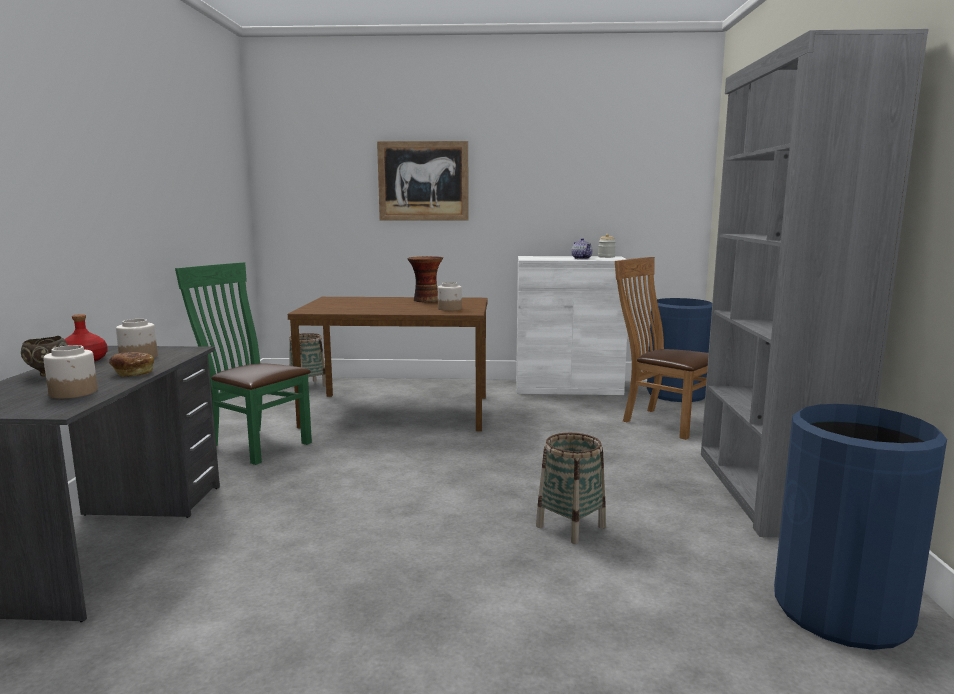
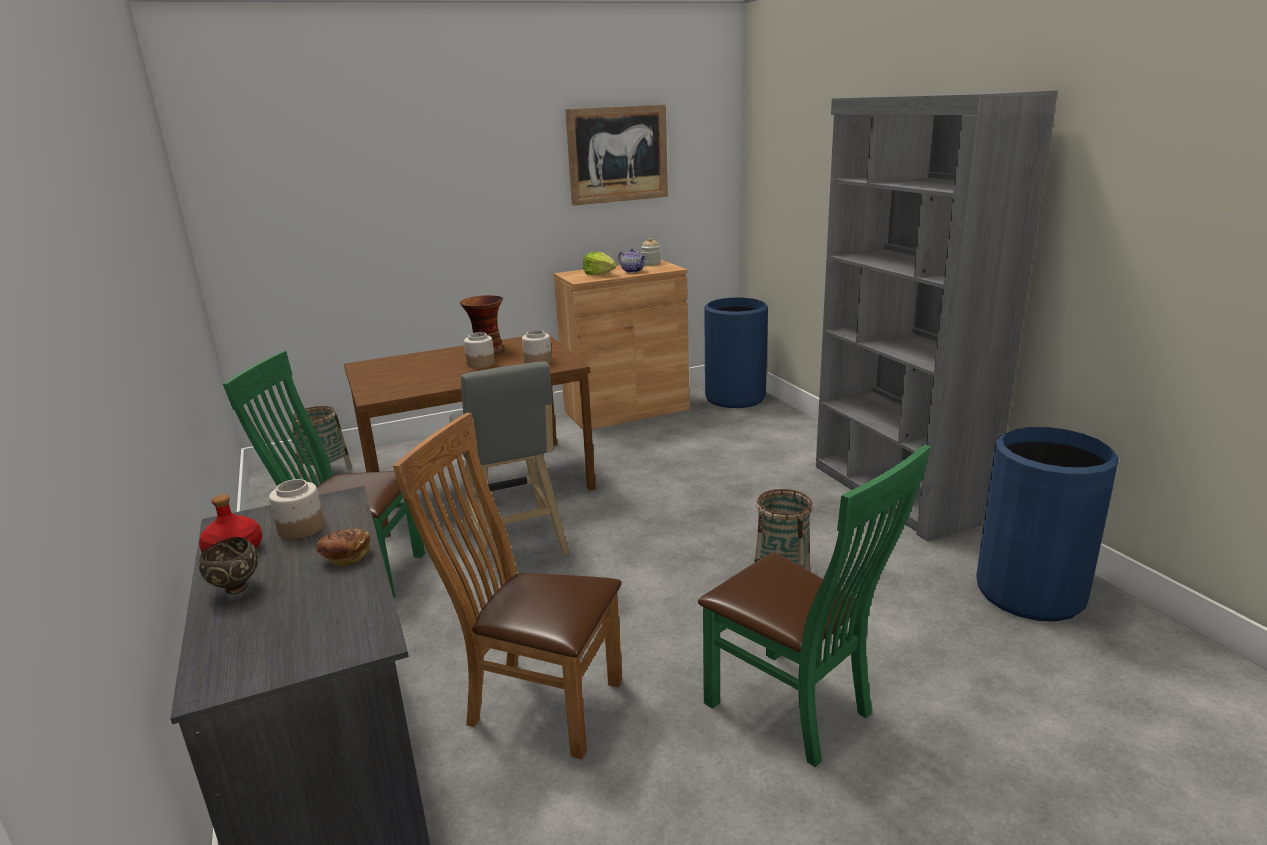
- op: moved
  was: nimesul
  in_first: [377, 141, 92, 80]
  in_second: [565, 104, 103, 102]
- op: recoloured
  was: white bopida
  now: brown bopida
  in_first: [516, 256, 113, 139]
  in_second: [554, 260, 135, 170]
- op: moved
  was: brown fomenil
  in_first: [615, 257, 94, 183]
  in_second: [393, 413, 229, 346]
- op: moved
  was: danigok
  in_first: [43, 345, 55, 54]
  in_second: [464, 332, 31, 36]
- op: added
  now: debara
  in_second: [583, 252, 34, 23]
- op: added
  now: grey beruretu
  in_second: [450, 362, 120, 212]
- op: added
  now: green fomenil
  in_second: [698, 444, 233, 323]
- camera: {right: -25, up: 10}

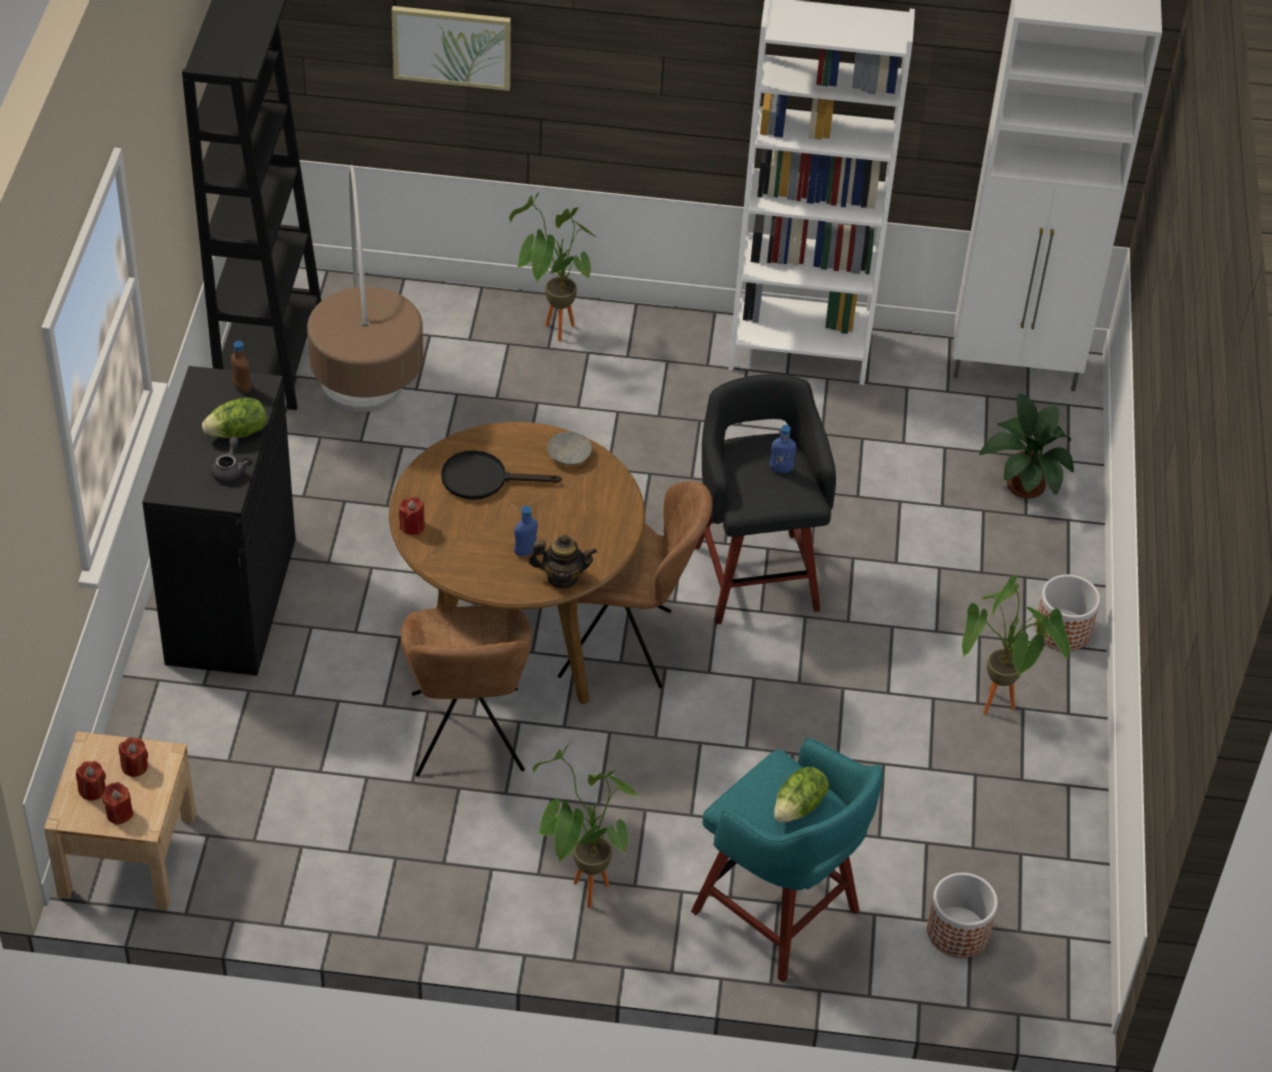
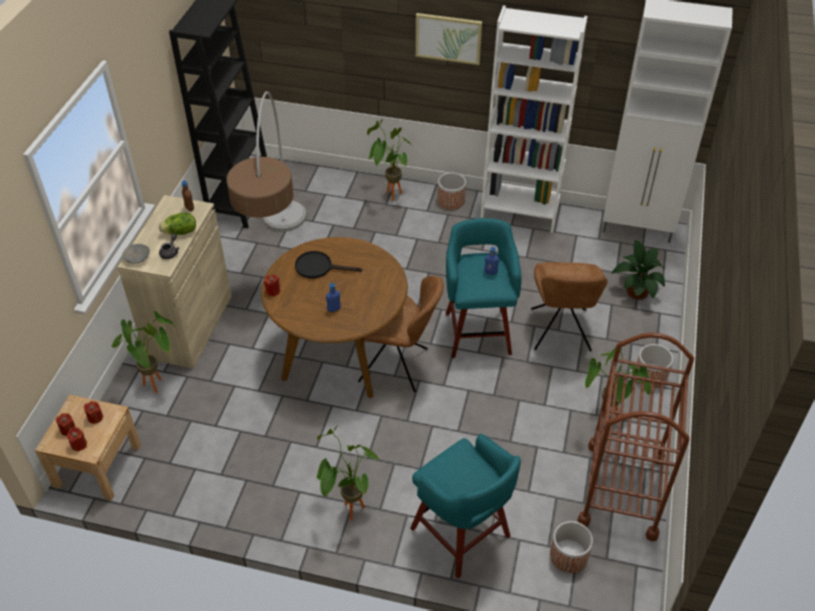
- op: moved
  was: nimesul
  in_first: [392, 6, 119, 85]
  in_second: [416, 13, 66, 52]
- op: recoloured
  was: black bopida
  now: beige bopida
  in_first: [142, 366, 154, 310]
  in_second: [118, 195, 114, 174]
- op: recoloured
  was: black beruretu
  now: turquoise beruretu
  in_first: [694, 374, 142, 250]
  in_second: [446, 218, 76, 140]
- op: moved
  was: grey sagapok
  in_first: [547, 432, 45, 33]
  in_second: [123, 244, 27, 20]
- op: removed
  was: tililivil
  in_first: [528, 534, 69, 54]
- op: moved
  was: brown fomenil
  in_first: [401, 606, 131, 171]
  in_second: [531, 262, 77, 90]
- op: removed
  was: debara
  in_first: [774, 767, 55, 56]
- op: added
  now: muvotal
  in_second: [438, 173, 28, 37]
- op: added
  now: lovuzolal
  in_second: [111, 311, 63, 82]
- op: added
  now: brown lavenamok
  in_second: [578, 333, 116, 208]
- camera: {right: 10, up: 0}

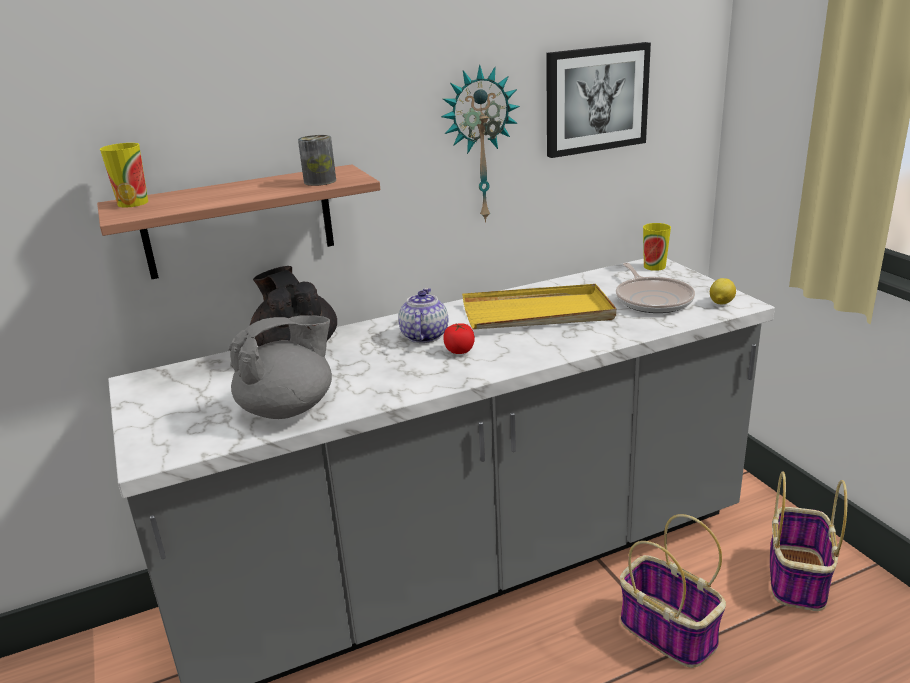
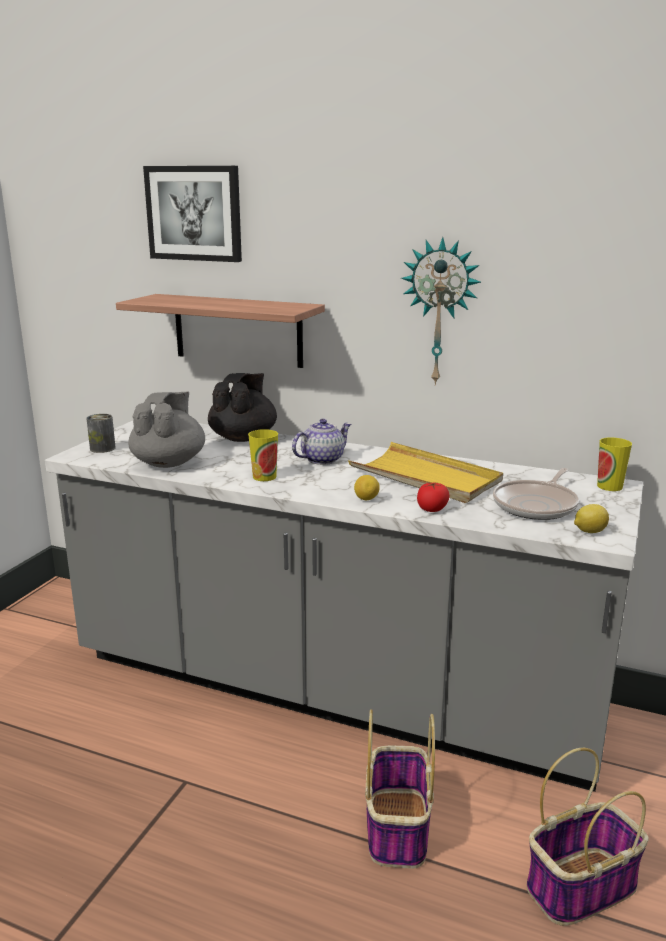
- op: moved
  was: nimesul
  in_first: [546, 42, 105, 116]
  in_second: [143, 166, 99, 96]
- op: moved
  was: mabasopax
  in_first: [298, 135, 38, 51]
  in_second: [86, 414, 30, 39]
- op: moved
  was: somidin
  in_first: [100, 143, 48, 65]
  in_second: [248, 429, 30, 52]
- op: turned
  was: grey tililivil
  in_first: [229, 315, 103, 104]
  in_second: [129, 391, 76, 77]
  clockwise: -90
- op: moved
  was: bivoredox
  in_first: [443, 323, 32, 31]
  in_second: [417, 483, 33, 29]
- op: added
  now: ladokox
  in_second: [354, 475, 26, 25]
- camera: {right: 45, up: -5}

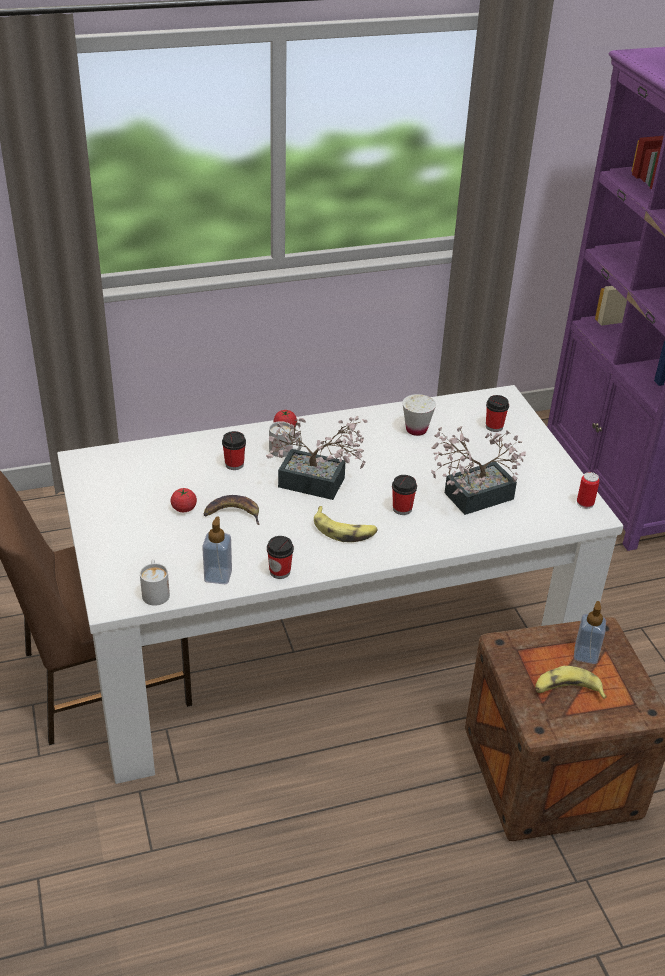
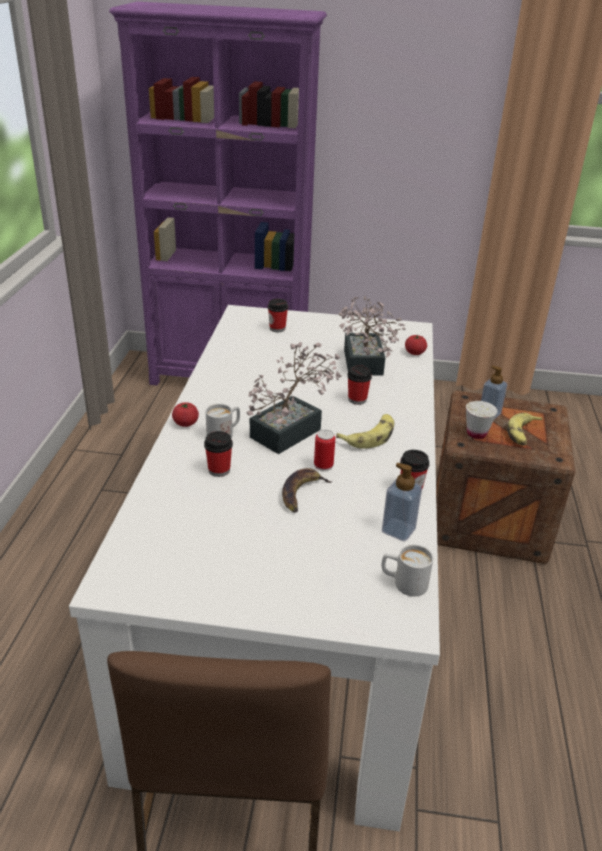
- op: moved
  was: white somidin
  in_first: [402, 394, 34, 42]
  in_second: [466, 401, 32, 38]
- op: moved
  was: mabasopax
  in_first: [577, 472, 23, 37]
  in_second: [314, 430, 21, 42]
- op: moved
  was: bivoredox
  in_first: [171, 488, 26, 24]
  in_second: [405, 335, 22, 20]
- camera: {right: -65, up: -5}

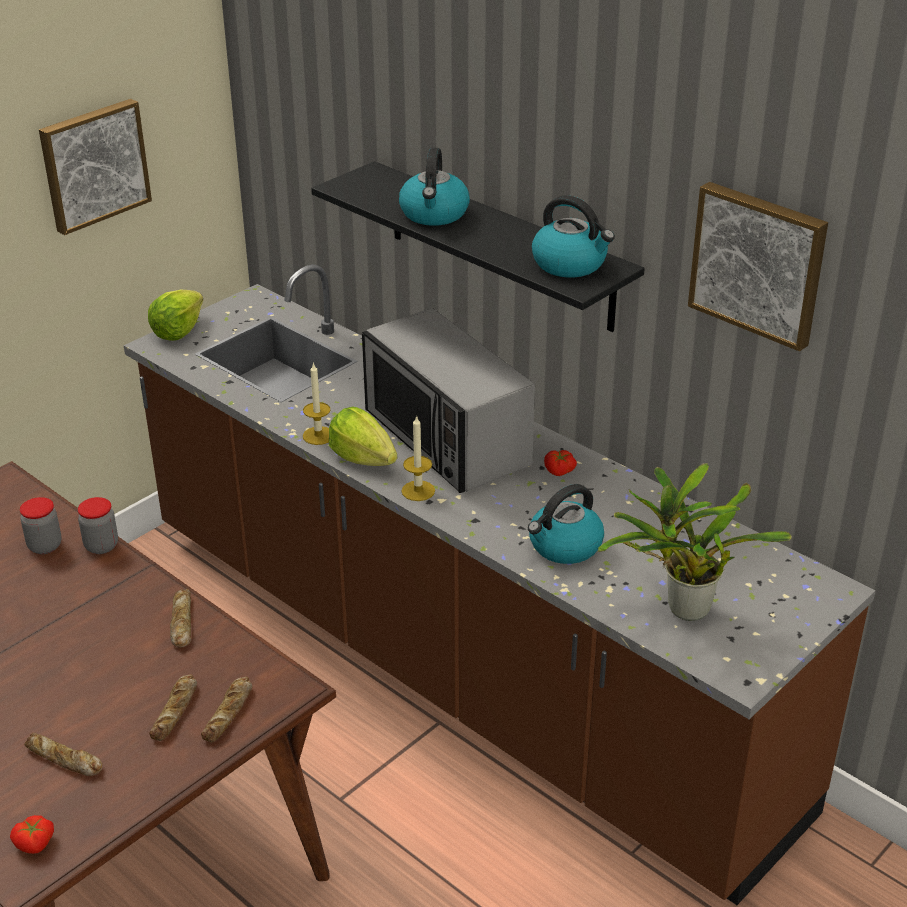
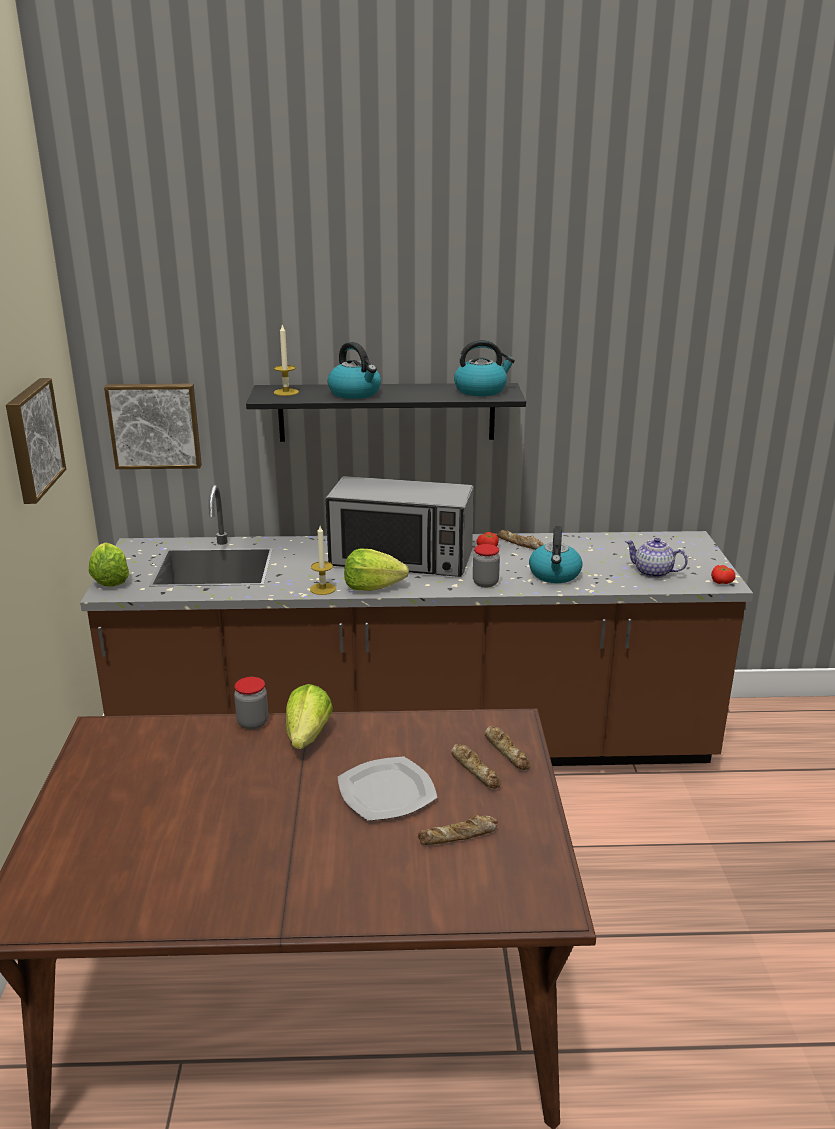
- op: moved
  was: nimesul
  in_first: [688, 182, 140, 169]
  in_second: [104, 384, 98, 85]
- op: moved
  was: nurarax
  in_first: [401, 415, 34, 86]
  in_second: [274, 325, 25, 71]
- op: replaced
  was: lovuzolal
  now: tililivil
  in_first: [598, 463, 194, 158]
  in_second: [625, 538, 63, 40]
- op: moved
  was: danigok
  in_first: [20, 497, 42, 57]
  in_second: [473, 544, 27, 43]
- op: moved
  was: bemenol
  in_first: [170, 589, 21, 58]
  in_second: [497, 530, 47, 20]
- op: moved
  was: bivoredox
  in_first: [10, 815, 44, 39]
  in_second: [711, 565, 24, 19]
- op: added
  now: debara
  in_second: [286, 684, 47, 65]
- op: added
  now: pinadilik
  in_second: [338, 756, 100, 65]
- camera: {right: -45, up: -10}

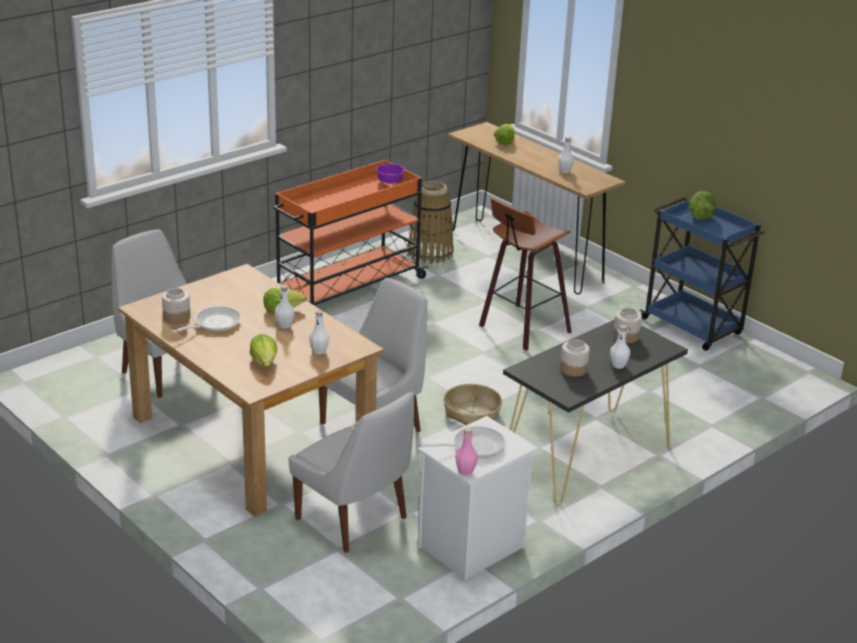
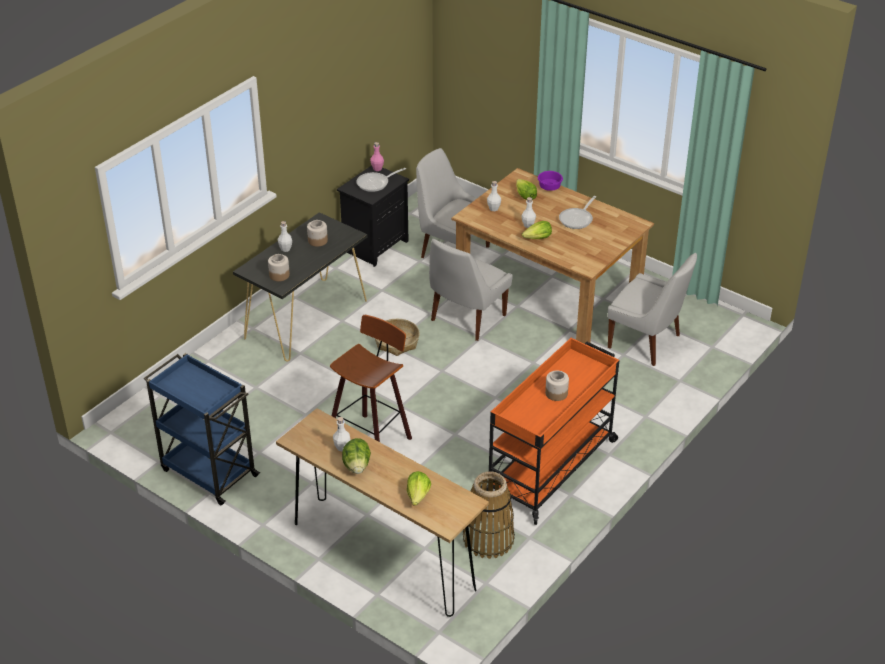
- op: moved
  was: purple sagapok
  in_first: [376, 164, 29, 20]
  in_second: [538, 171, 25, 20]
- op: moved
  was: debara
  in_first: [689, 191, 27, 29]
  in_second: [342, 438, 29, 36]
- op: moved
  was: danigok
  in_first: [162, 288, 28, 36]
  in_second: [545, 371, 24, 30]
- op: recoloured
  was: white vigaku
  now: black vigaku
  in_first: [417, 416, 121, 164]
  in_second: [337, 165, 72, 102]
- camera: {right: 170, up: 10}

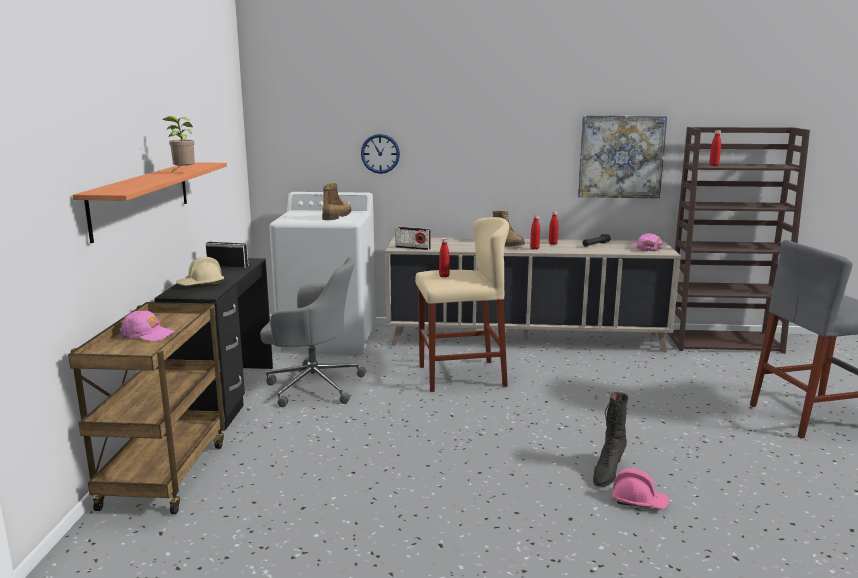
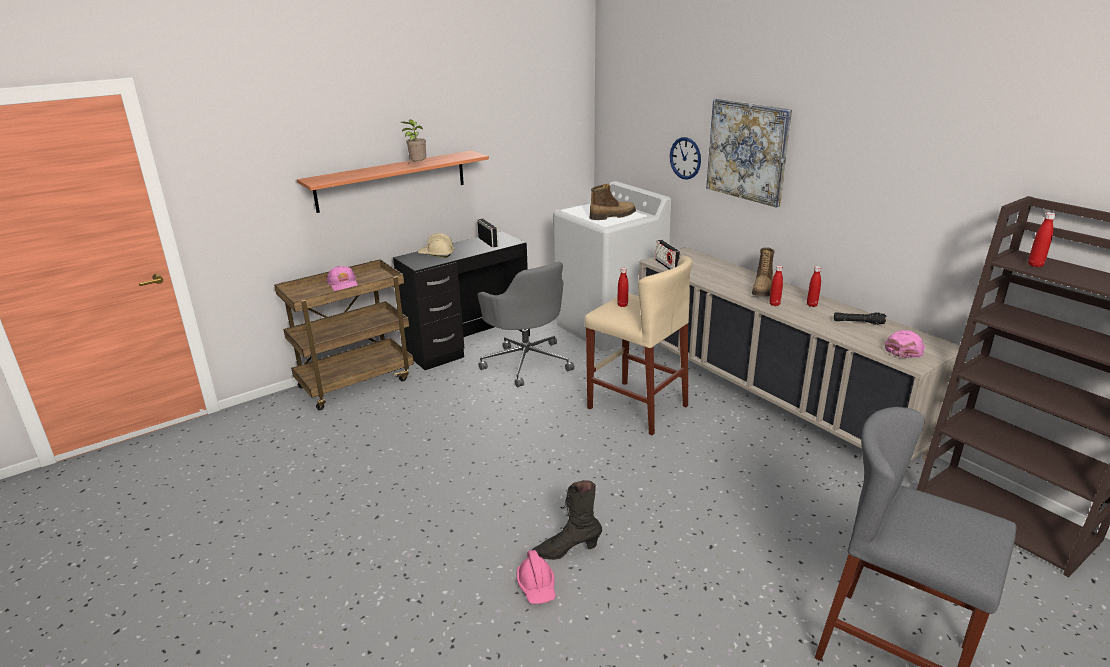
- op: moved
  was: nimesul
  in_first: [578, 115, 89, 83]
  in_second: [706, 98, 86, 110]
- camera: {right: 50, up: 10}

